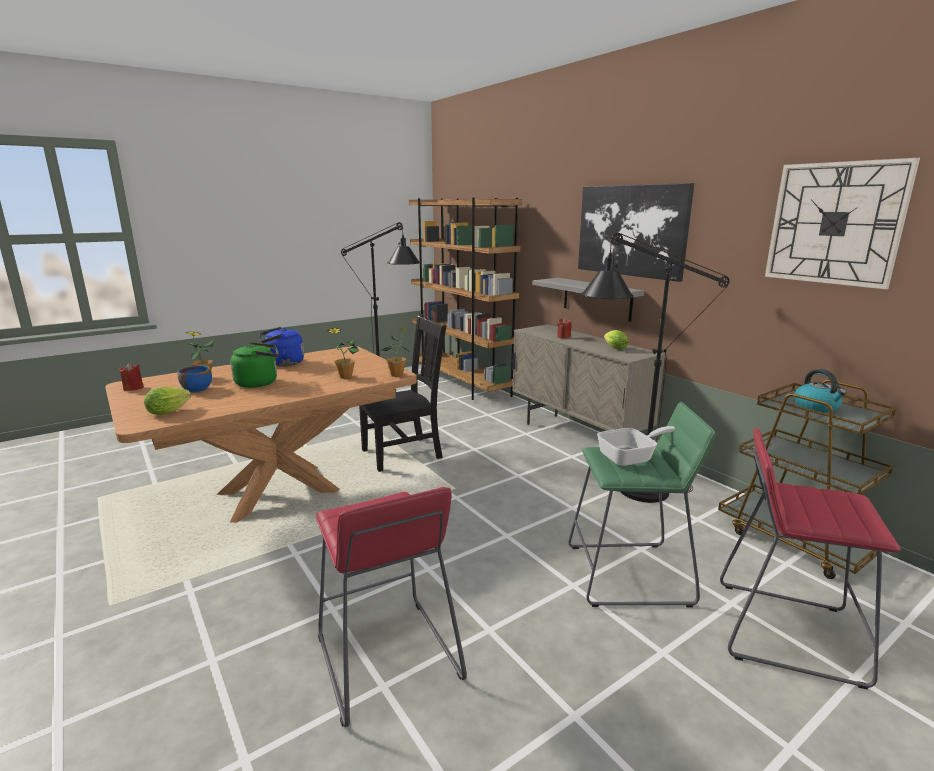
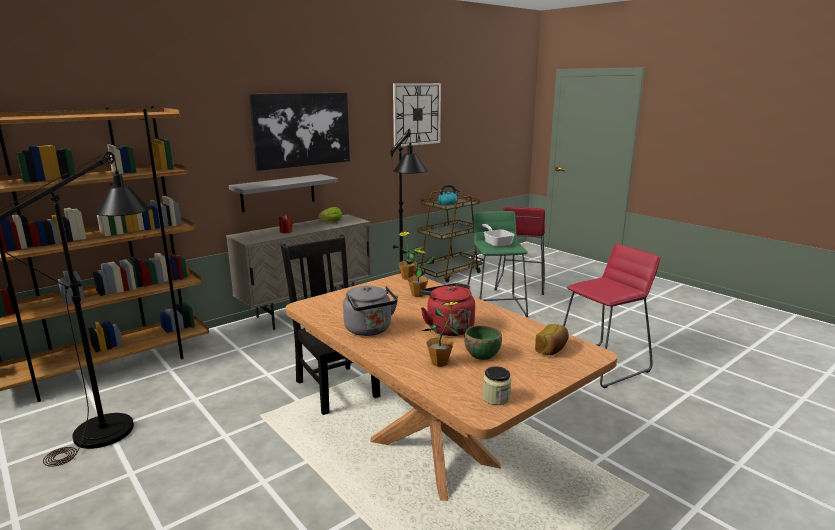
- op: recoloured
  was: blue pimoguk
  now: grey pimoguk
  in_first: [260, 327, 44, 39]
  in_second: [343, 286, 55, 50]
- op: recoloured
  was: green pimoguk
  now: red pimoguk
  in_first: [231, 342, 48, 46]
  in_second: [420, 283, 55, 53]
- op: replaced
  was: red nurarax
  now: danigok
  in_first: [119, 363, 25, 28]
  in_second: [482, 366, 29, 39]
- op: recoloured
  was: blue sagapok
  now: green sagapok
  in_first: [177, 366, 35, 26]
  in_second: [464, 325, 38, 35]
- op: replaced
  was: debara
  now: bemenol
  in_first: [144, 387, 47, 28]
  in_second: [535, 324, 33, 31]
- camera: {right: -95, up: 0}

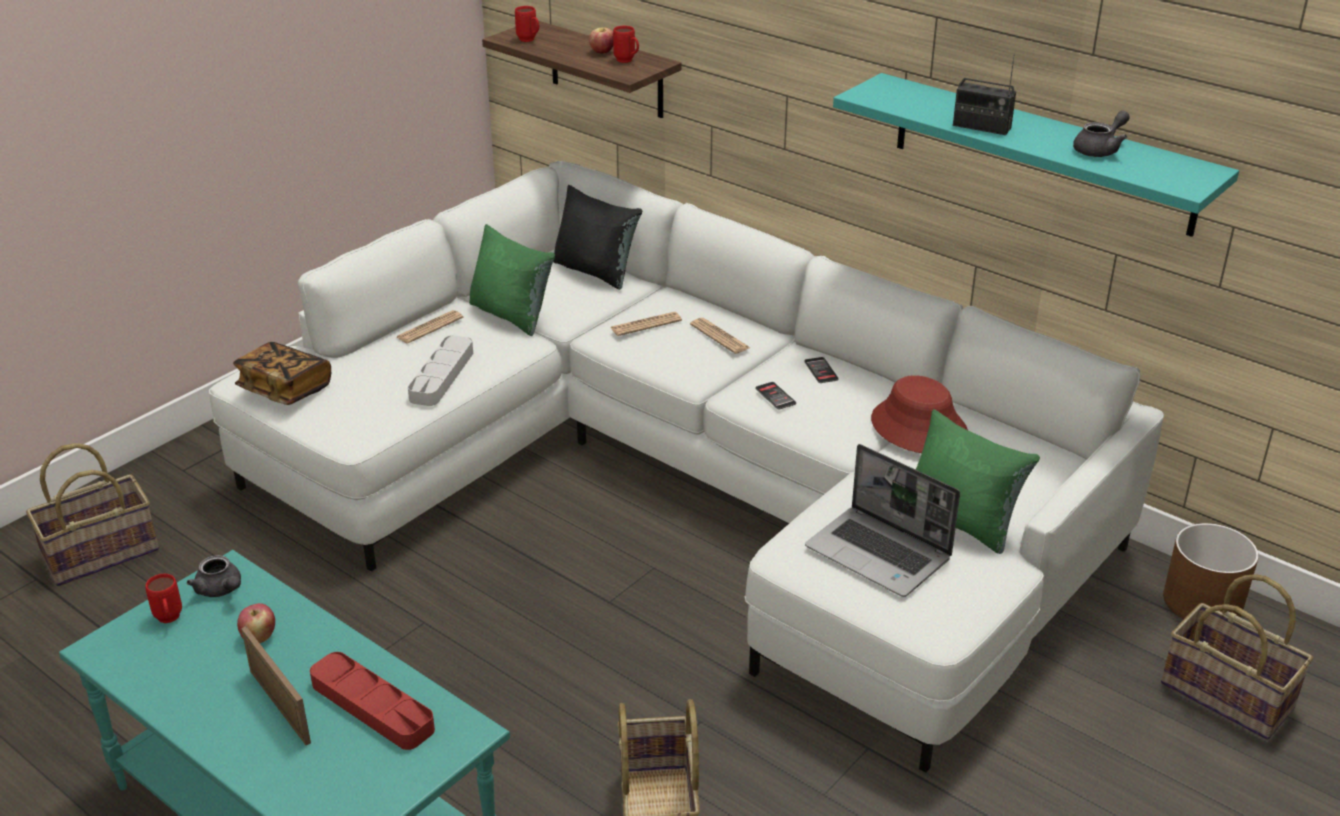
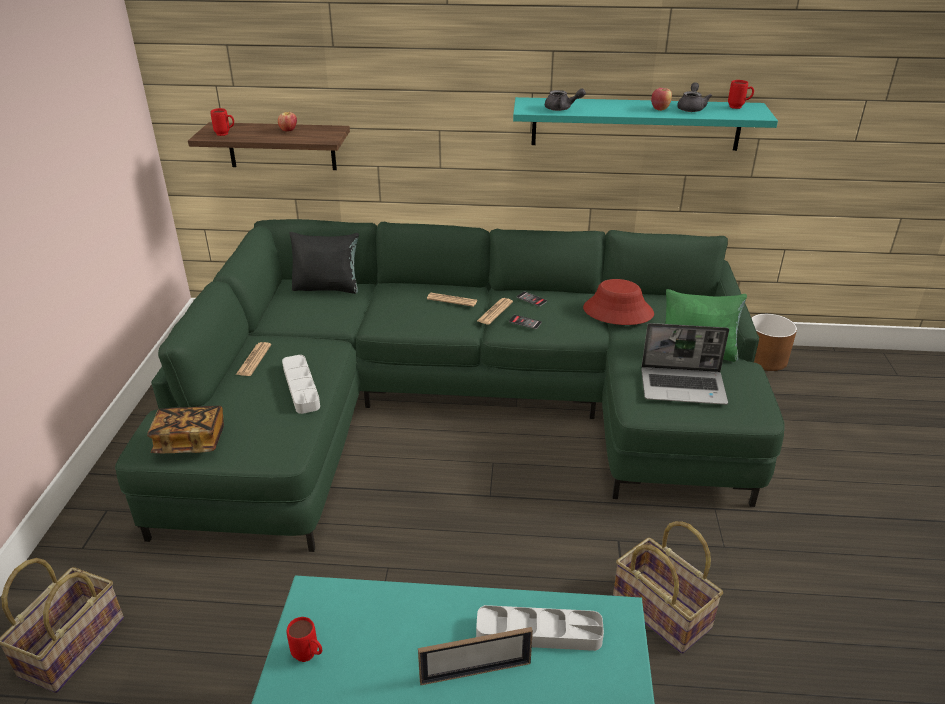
- op: moved
  was: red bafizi
  in_first: [613, 26, 26, 37]
  in_second: [728, 80, 26, 29]
- op: removed
  was: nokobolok
  in_first: [953, 54, 63, 81]
- op: recoloured
  was: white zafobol
  now: green zafobol
  in_first: [209, 161, 955, 612]
  in_second: [115, 219, 670, 333]
- op: removed
  was: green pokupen
  in_first: [469, 224, 86, 112]
- op: moved
  was: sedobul
  in_first: [610, 312, 72, 24]
  in_second: [477, 298, 36, 27]
- op: moved
  was: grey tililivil
  in_first: [187, 555, 54, 42]
  in_second: [545, 89, 41, 22]
- op: removed
  was: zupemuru
  in_first: [1161, 574, 152, 166]
- op: moved
  was: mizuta
  in_first: [237, 603, 38, 40]
  in_second: [651, 88, 21, 23]
- op: turned
  was: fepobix
  in_first: [241, 626, 70, 119]
  in_second: [418, 627, 115, 58]
  clockwise: 150
- op: recoloured
  was: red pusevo
  now: grey pusevo
  in_first: [310, 652, 125, 98]
  in_second: [476, 605, 128, 46]
- camera: {right: -35, up: 0}

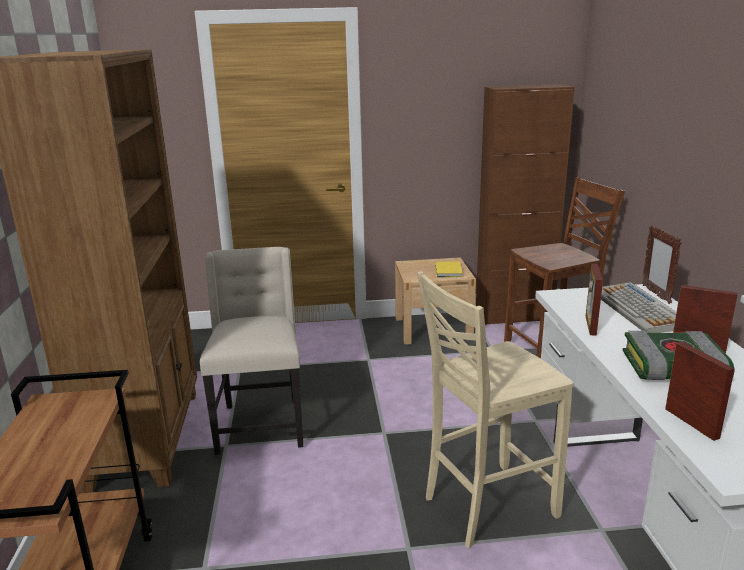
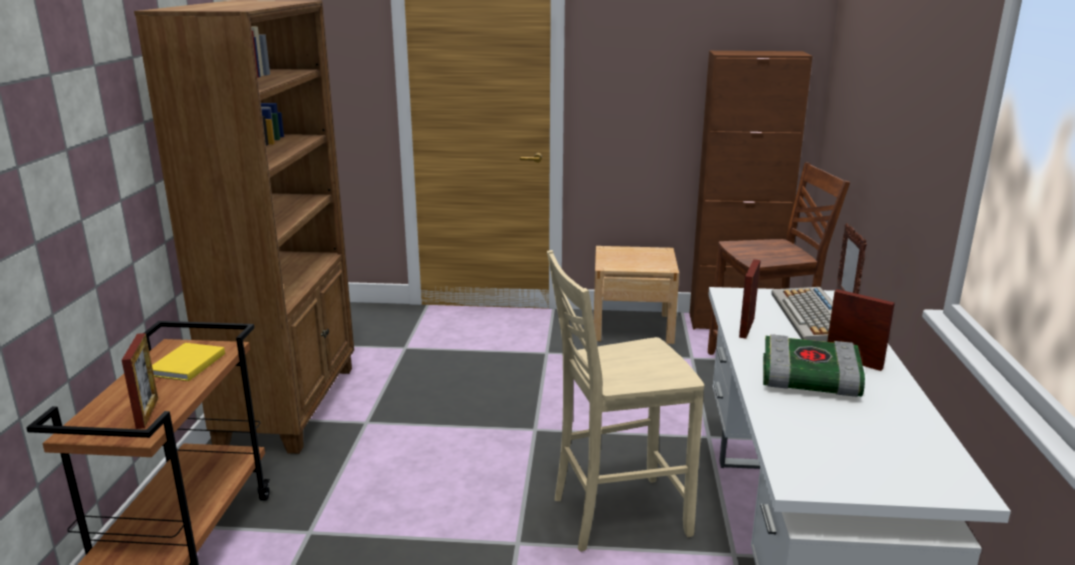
- op: removed
  was: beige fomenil
  in_first: [200, 247, 103, 208]
- op: moved
  was: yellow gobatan
  in_first: [435, 262, 28, 15]
  in_second: [152, 343, 73, 38]
- op: moved
  was: fepobix
  in_first: [665, 342, 70, 99]
  in_second: [122, 333, 36, 96]
- camera: {right: 10, up: 0}

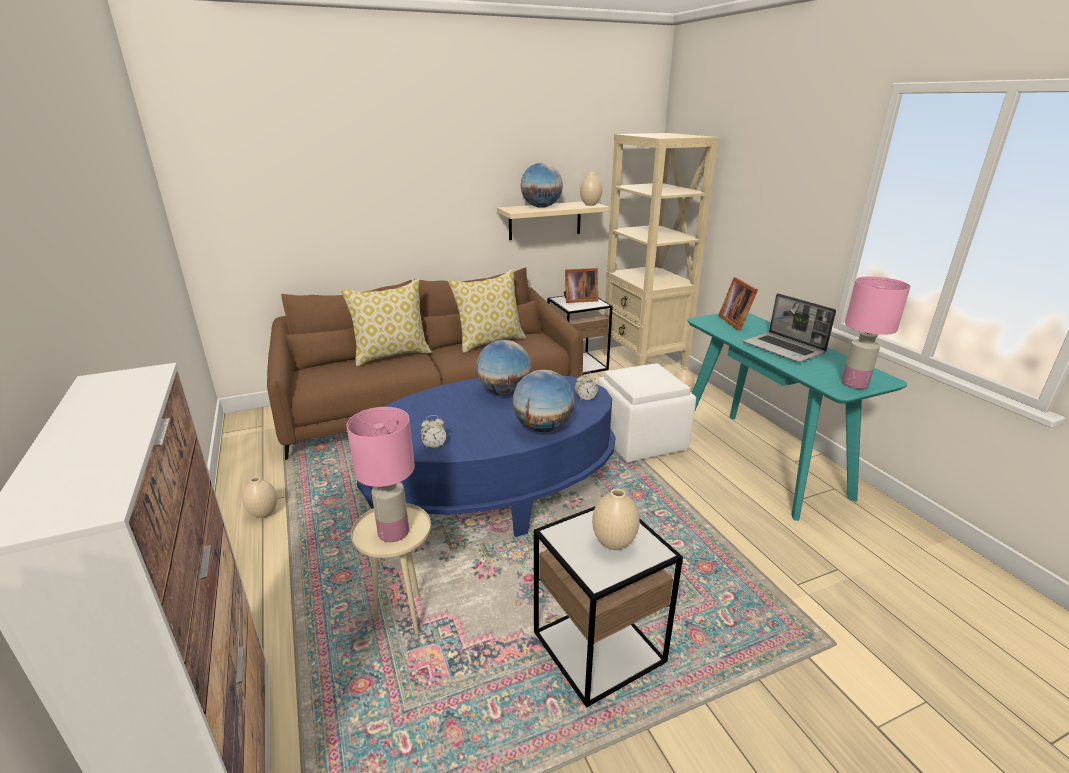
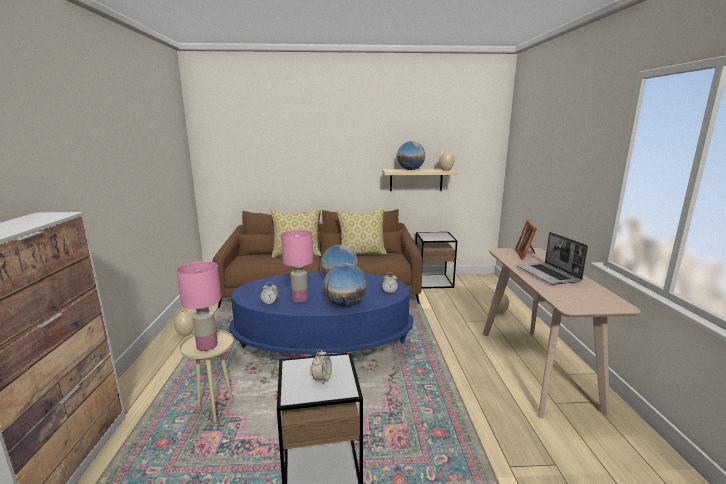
- op: removed
  was: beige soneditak
  in_first: [603, 133, 116, 235]
- op: removed
  was: fepobix
  in_first: [564, 268, 34, 35]
- op: moved
  was: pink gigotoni
  in_first: [842, 276, 69, 113]
  in_second: [281, 230, 32, 73]
- op: recoloured
  was: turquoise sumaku
  now: beige sumaku
  in_first: [687, 313, 220, 208]
  in_second: [483, 248, 158, 171]
- op: removed
  was: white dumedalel
  in_first: [598, 363, 98, 99]
- op: replaced
  was: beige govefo
  now: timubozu
  in_first: [592, 489, 48, 61]
  in_second: [312, 349, 20, 35]
- camera: {right: 20, up: -10}

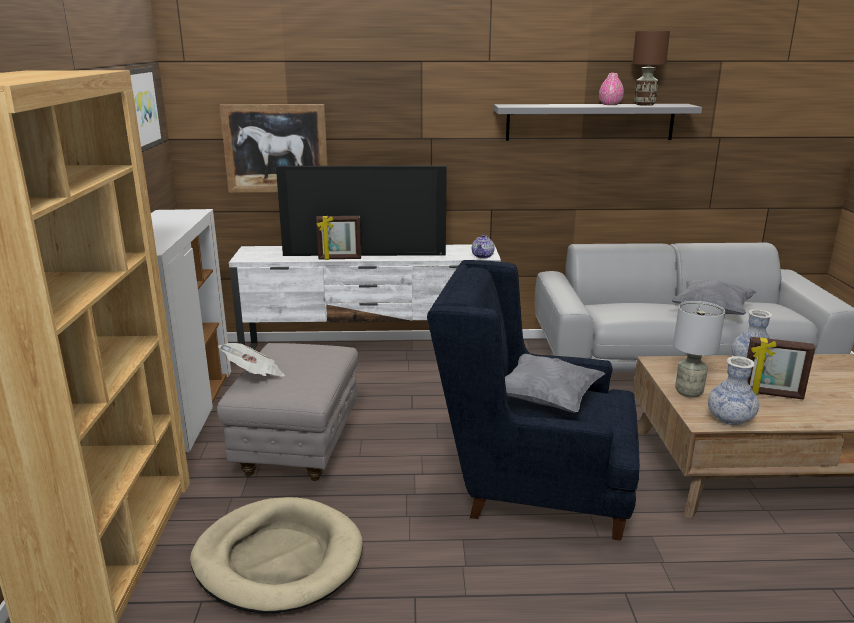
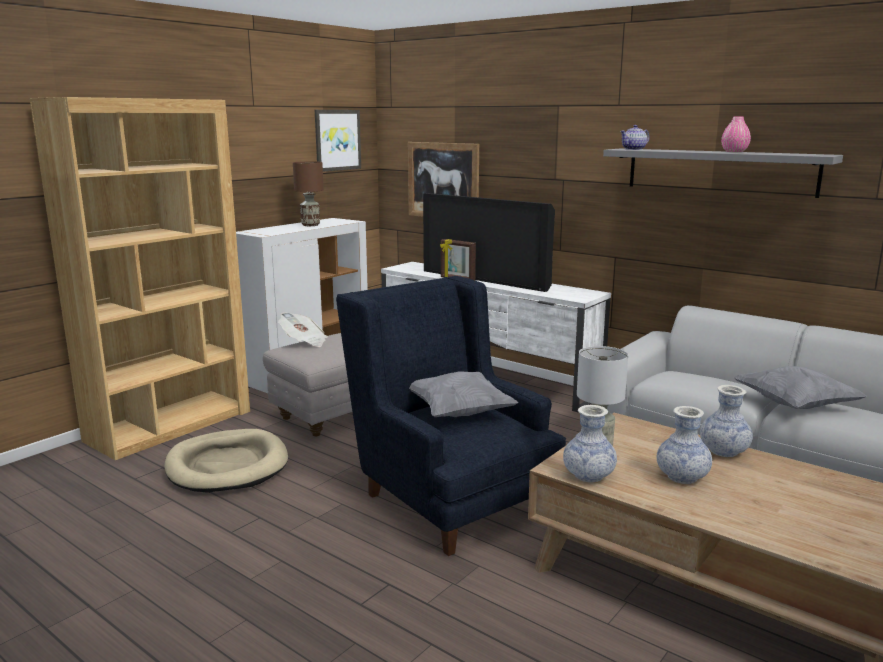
- op: moved
  was: brown gigotoni
  in_first: [632, 31, 38, 75]
  in_second: [293, 161, 31, 65]
- op: moved
  was: tililivil
  in_first: [472, 235, 23, 24]
  in_second: [620, 125, 29, 25]
- op: replaced
  was: fepobix
  now: govefo
  in_first: [747, 337, 68, 63]
  in_second: [657, 406, 55, 78]
- camera: {right: 40, up: -5}

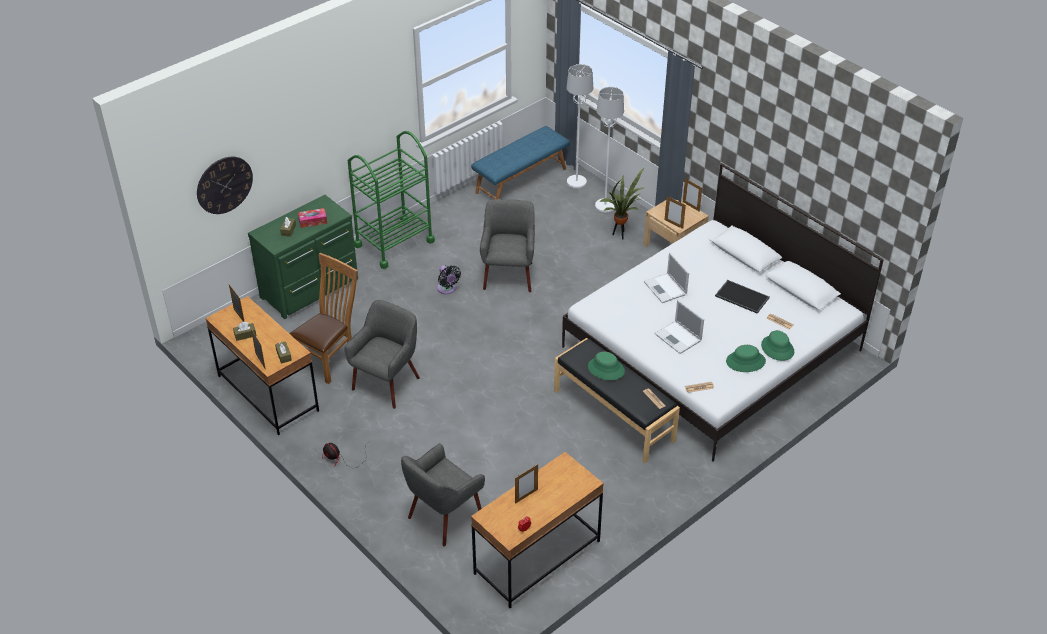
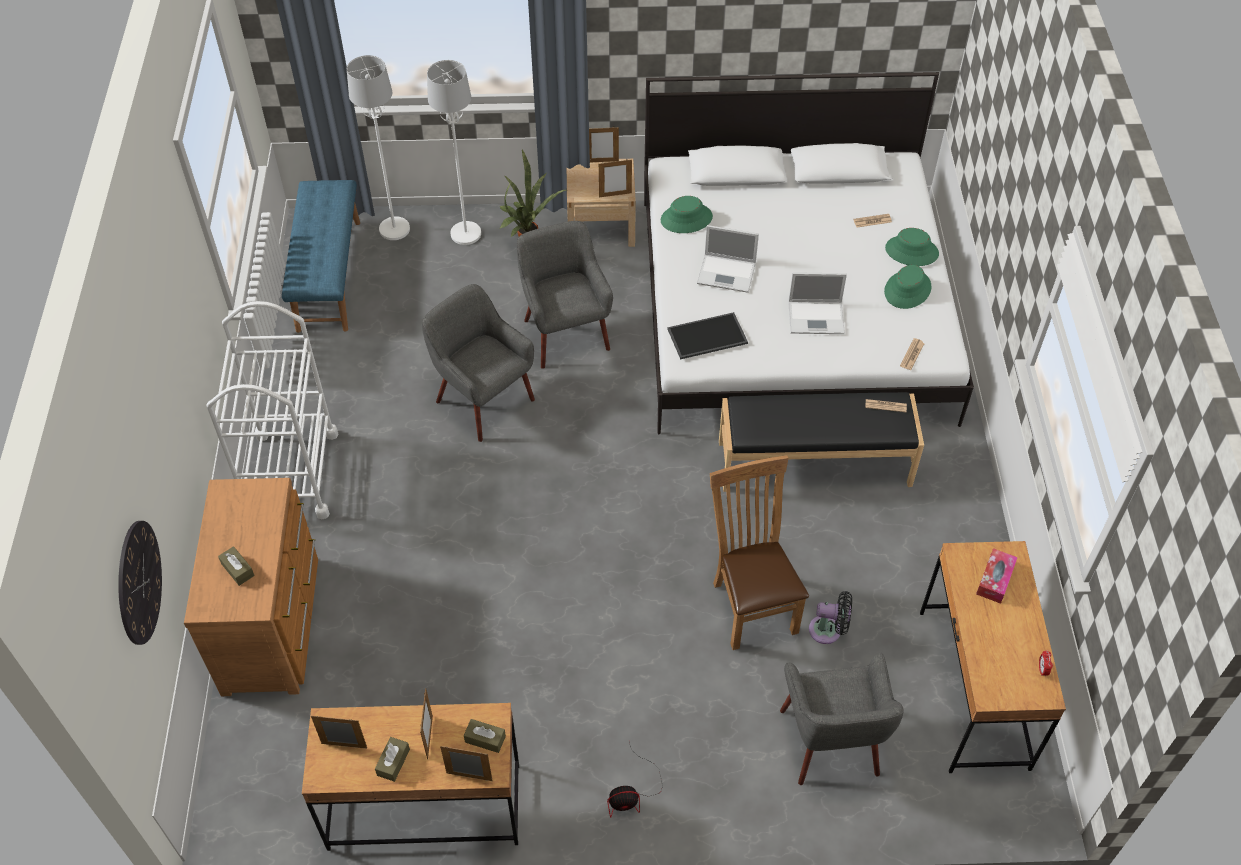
- op: recoloured
  was: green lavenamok
  now: white lavenamok
  in_first: [348, 131, 87, 138]
  in_second: [207, 301, 132, 218]
- op: recoloured
  was: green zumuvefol
  now: brown zumuvefol
  in_first: [248, 195, 110, 124]
  in_second: [184, 478, 134, 218]
- op: moved
  was: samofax
  in_first: [298, 208, 29, 20]
  in_second: [976, 548, 42, 56]
- op: moved
  was: brown fomenil
  in_first: [289, 253, 69, 131]
  in_second: [710, 455, 99, 195]
- op: moved
  was: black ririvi
  in_first: [437, 265, 24, 29]
  in_second: [809, 591, 43, 53]
- op: moved
  was: pusevo
  in_first: [715, 280, 55, 34]
  in_second: [667, 312, 81, 48]
- op: moved
  was: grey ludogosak
  in_first: [345, 300, 75, 109]
  in_second: [517, 221, 96, 148]
- op: moved
  was: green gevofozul
  in_first: [588, 352, 37, 28]
  in_second: [661, 196, 52, 37]
- op: moved
  was: fepobix
  in_first: [515, 464, 23, 40]
  in_second: [420, 688, 13, 71]
- camera: {right: -50, up: 10}

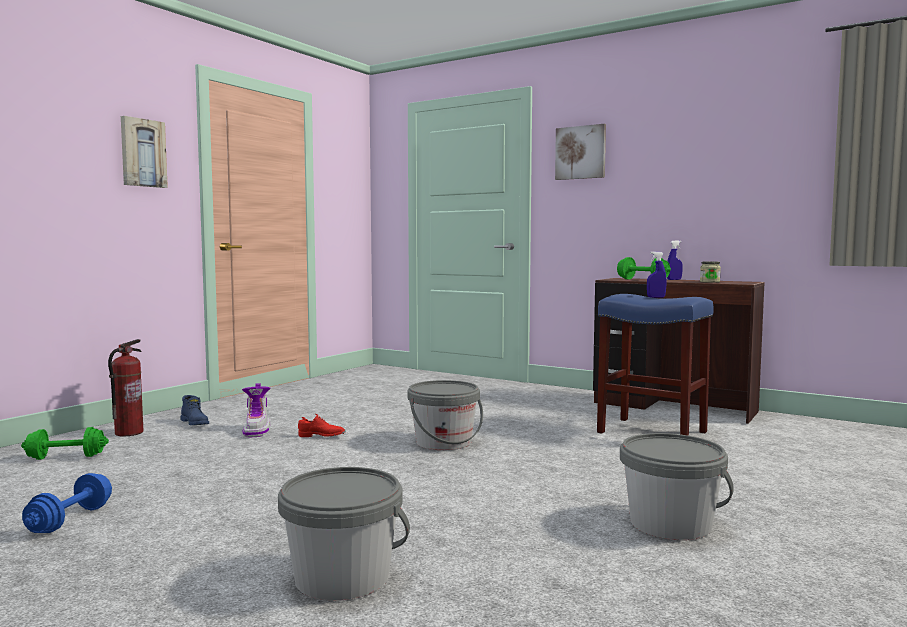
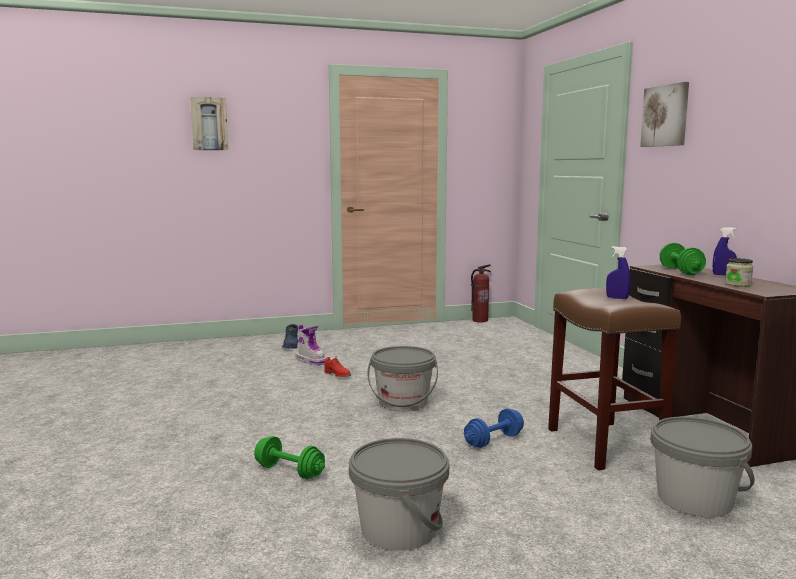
- op: moved
  was: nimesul
  in_first: [121, 116, 47, 72]
  in_second: [190, 97, 38, 53]
- op: recoloured
  was: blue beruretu
  now: brown beruretu
  in_first: [597, 294, 117, 142]
  in_second: [548, 288, 133, 182]
- op: moved
  was: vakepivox
  in_first: [108, 339, 35, 97]
  in_second: [471, 264, 20, 58]
- op: turned
  was: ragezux
  in_first: [242, 383, 29, 54]
  in_second: [295, 325, 33, 41]
  clockwise: -75
- op: moved
  was: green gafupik
  in_first: [21, 427, 88, 33]
  in_second: [254, 436, 71, 43]
- op: moved
  was: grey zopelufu
  in_first: [278, 467, 132, 134]
  in_second: [650, 417, 105, 100]
- op: moved
  was: blue gafupik
  in_first: [22, 473, 90, 60]
  in_second: [464, 408, 60, 40]
- camera: {right: 40, up: 5}

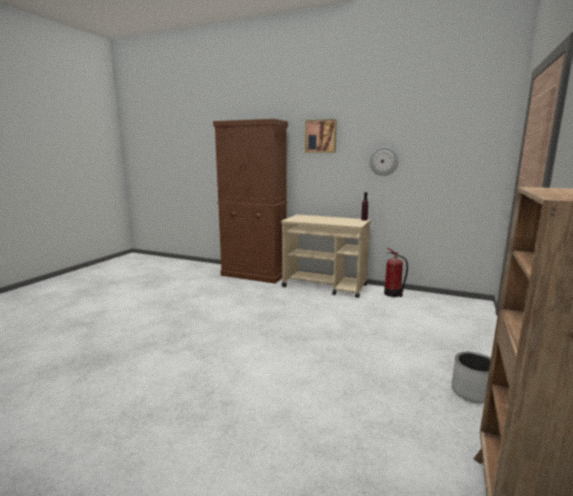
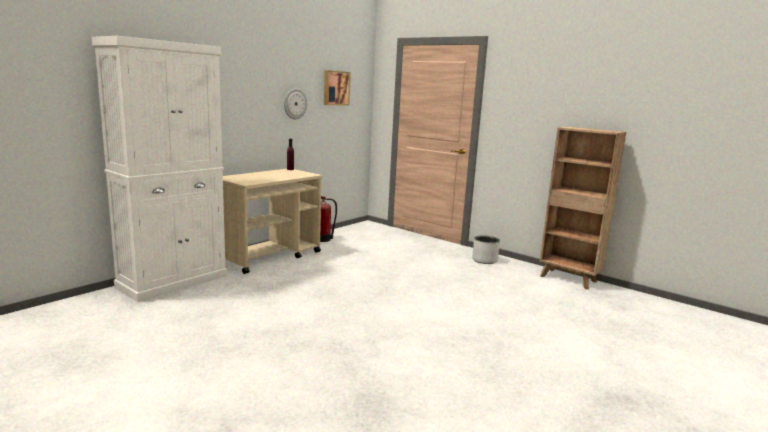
- op: recoloured
  was: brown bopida
  now: white bopida
  in_first: [213, 119, 75, 165]
  in_second: [92, 36, 135, 266]
- op: moved
  was: nimesul
  in_first: [305, 119, 32, 34]
  in_second: [324, 70, 27, 35]
- camera: {right: -75, up: 0}

